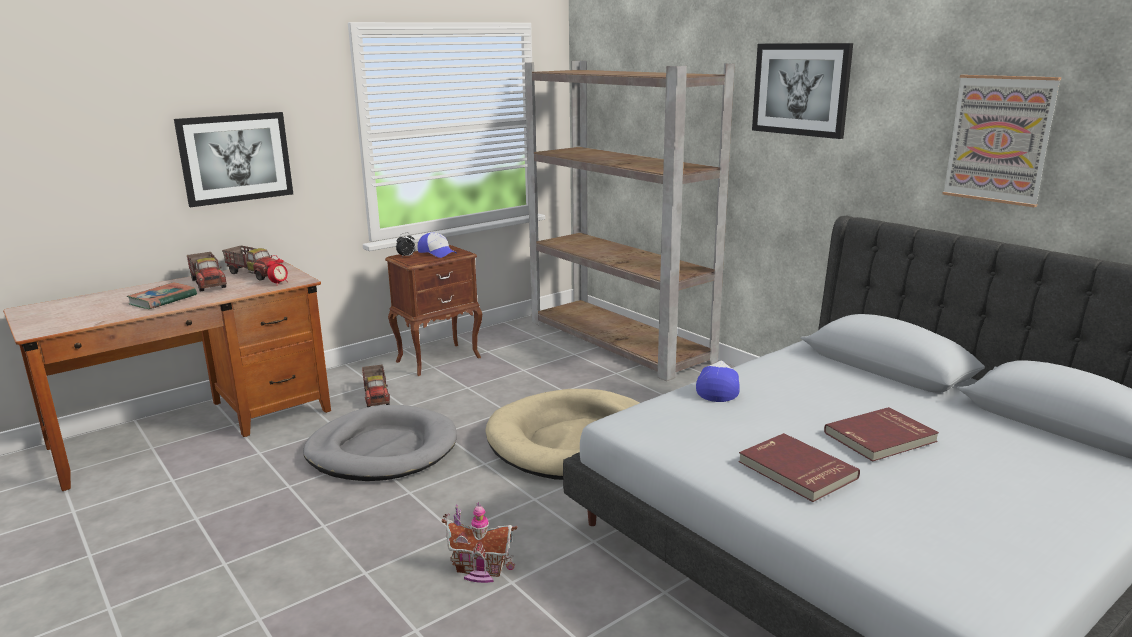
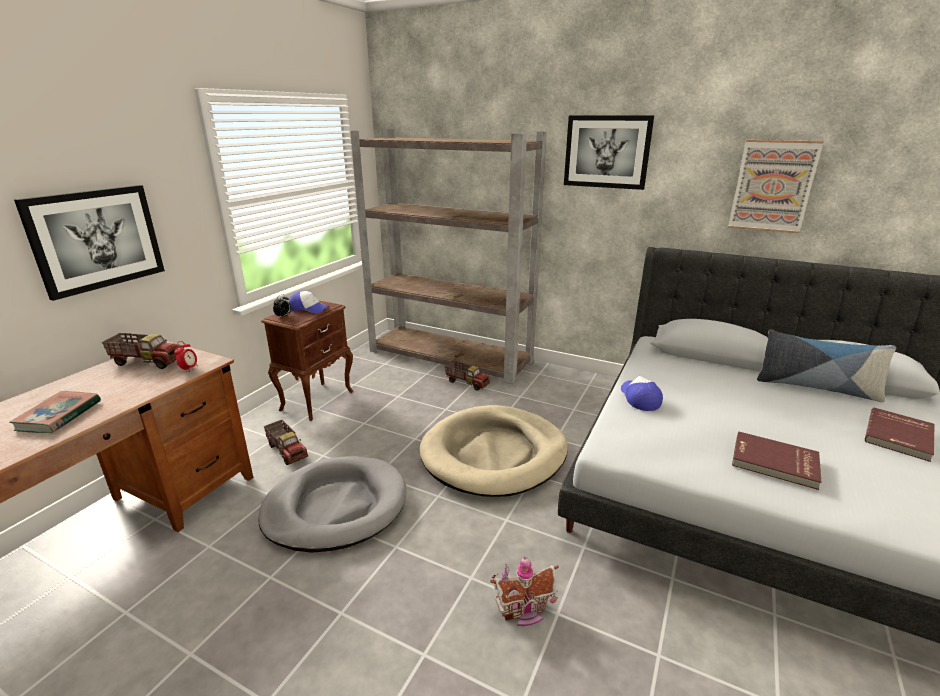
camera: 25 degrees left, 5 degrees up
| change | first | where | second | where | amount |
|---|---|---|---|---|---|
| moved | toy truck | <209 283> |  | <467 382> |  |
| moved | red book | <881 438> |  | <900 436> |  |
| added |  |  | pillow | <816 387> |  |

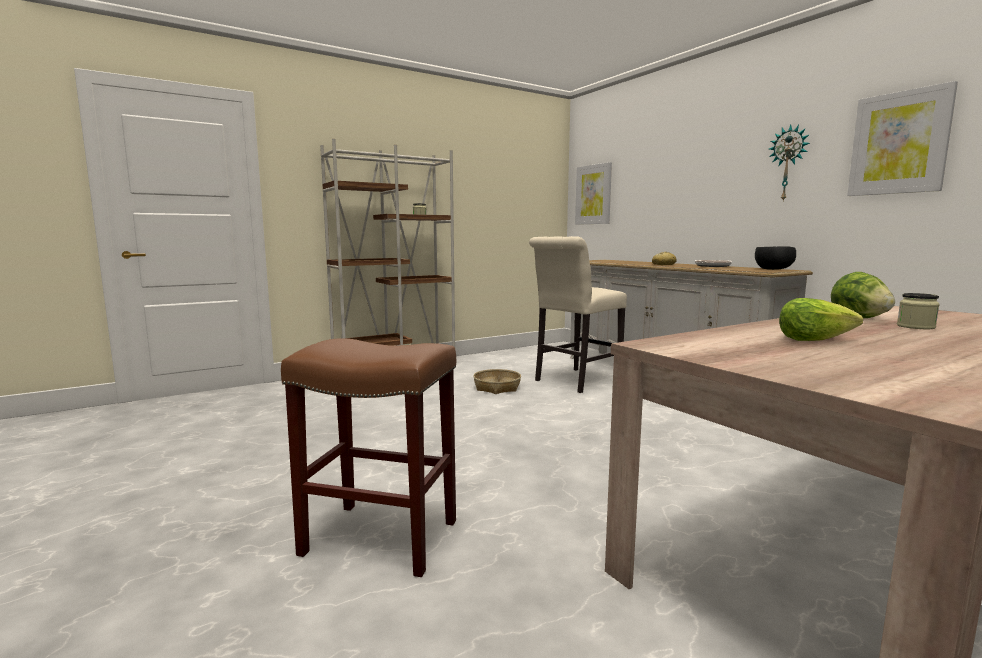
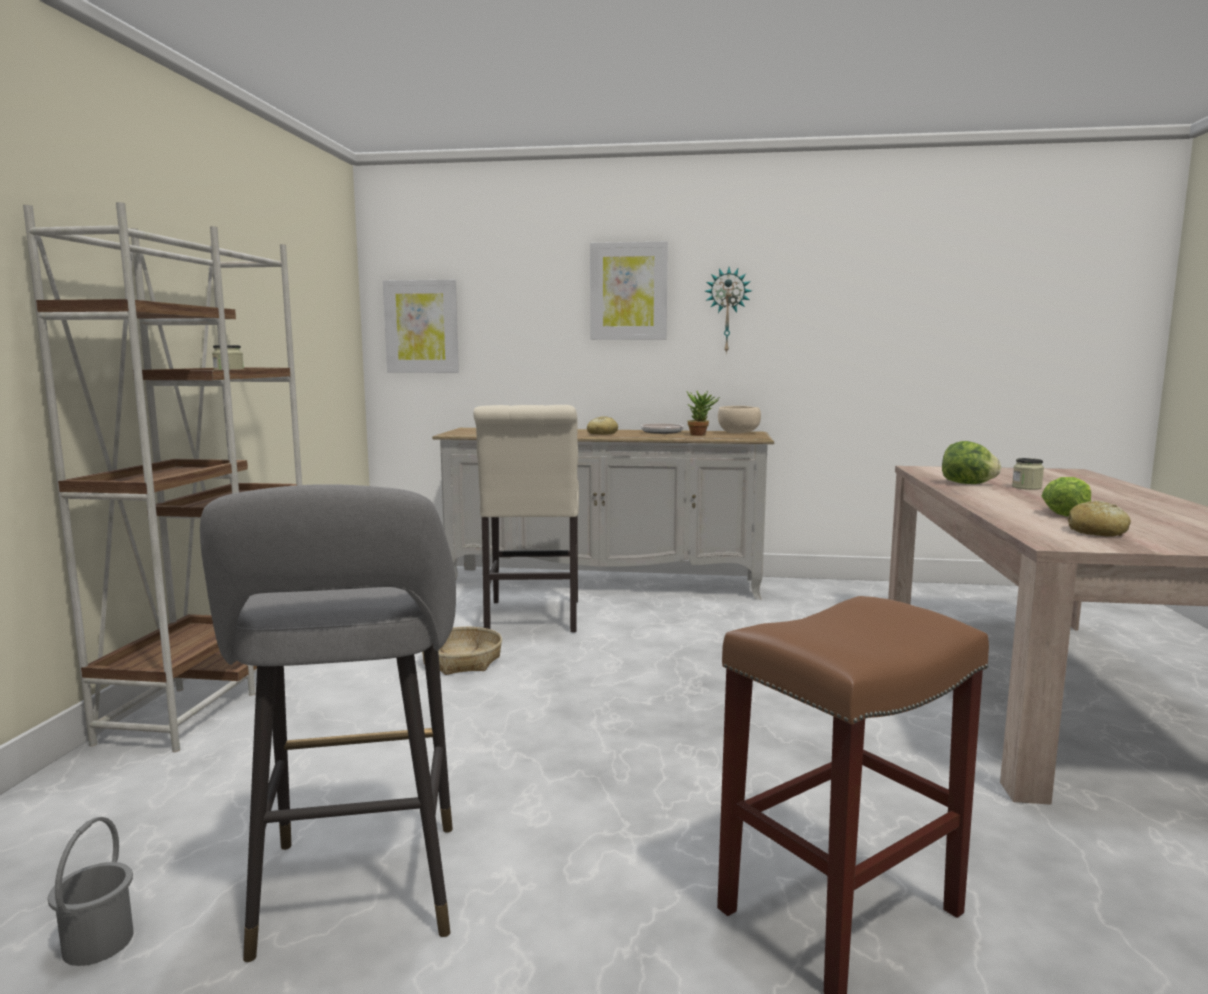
camera: 50 degrees left, 0 degrees up
| change | first | where | second | where | amount |
|---|---|---|---|---|---|
| recoloured | black bowl | <774 269> | beige bowl | <739 433> |  |
| moved | picture | <899 143> |  | <628 291> |  |
| added |  |  | grey bucket | <97 943> |  |
| added |  |  | grey stool | <358 896> |  |
| added |  |  | potted plant | <701 434> |  |
| added |  |  | bread | <1097 532> |  |

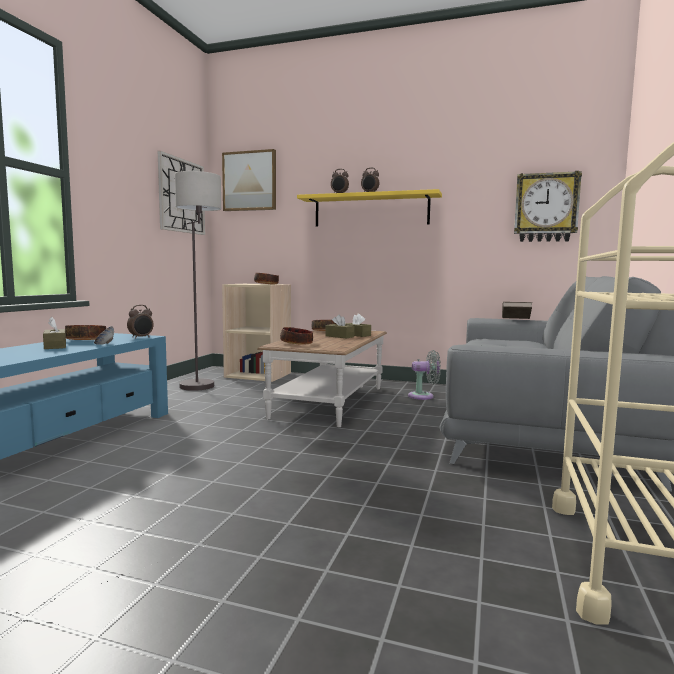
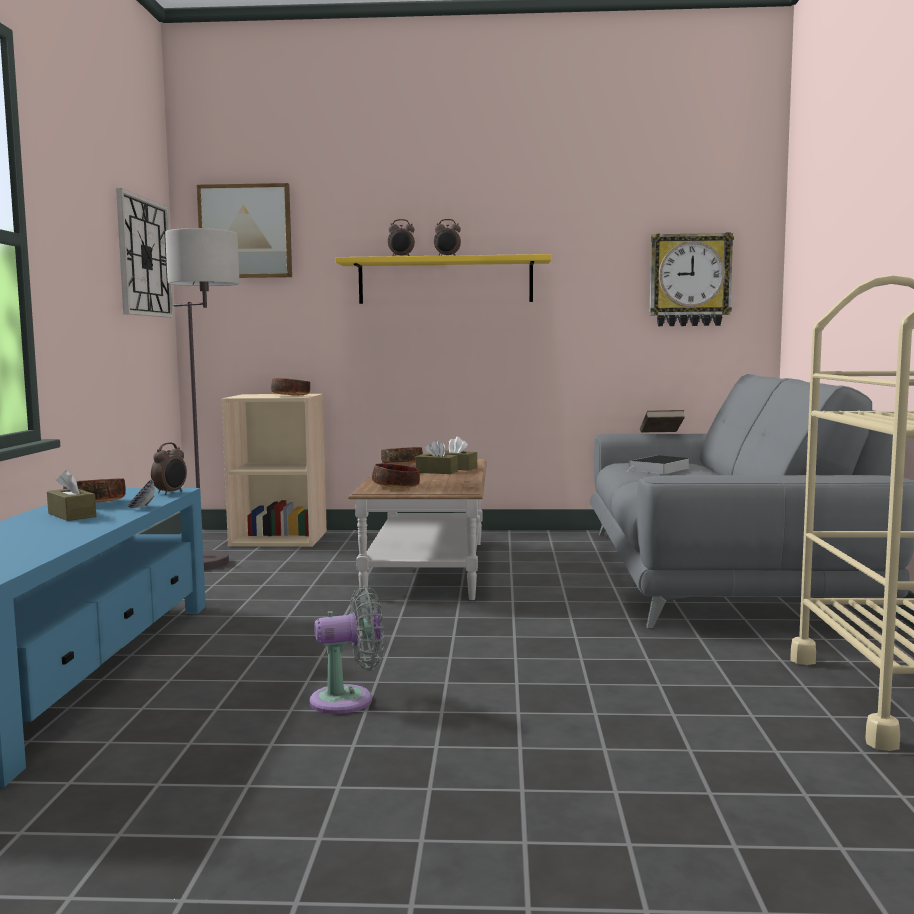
camera: 15 degrees left, 0 degrees up
| change | first | where | second | where | amount |
|---|---|---|---|---|---|
| moved | grey fan | <424 396> |  | <348 700> |  |
| added |  |  | book | <659 469> |  |

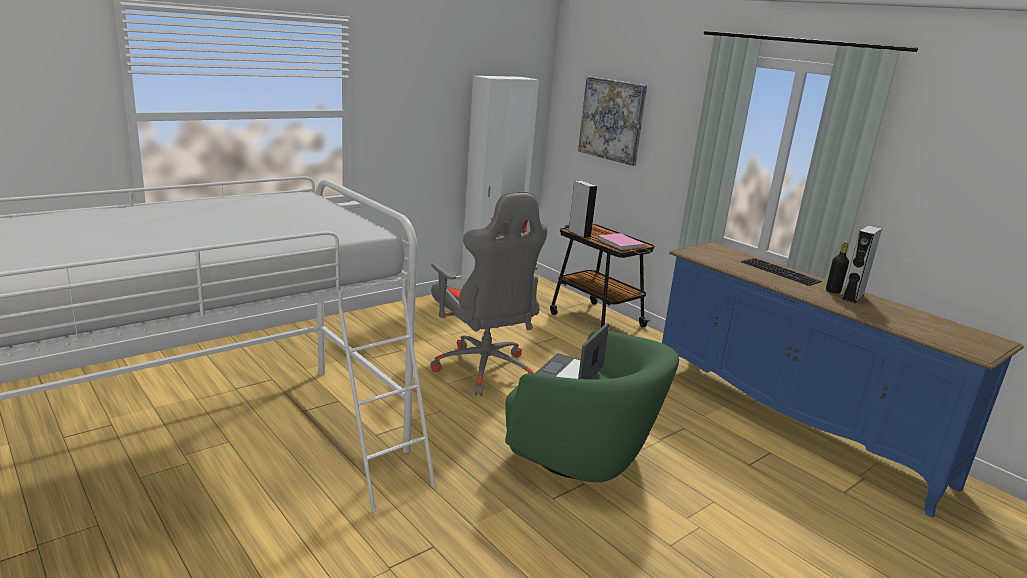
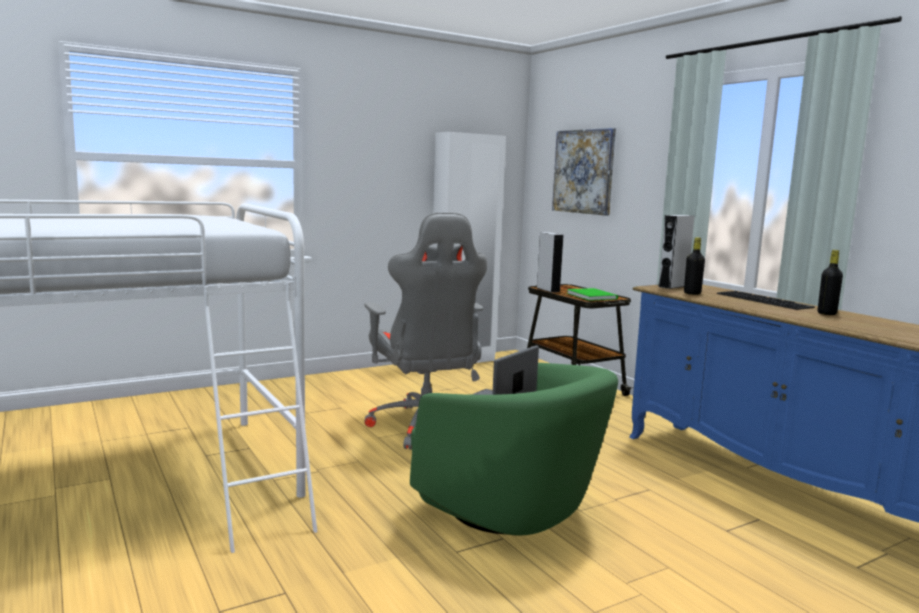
camera: 10 degrees right, 10 degrees down
| change | first | where | second | where | amount |
|---|---|---|---|---|---|
| recoloured | pink book | <620 242> | green book | <591 296> |  |
| moved | grey speaker | <852 297> |  | <673 286> |  |
| added |  |  | black bottle | <692 293> |  |

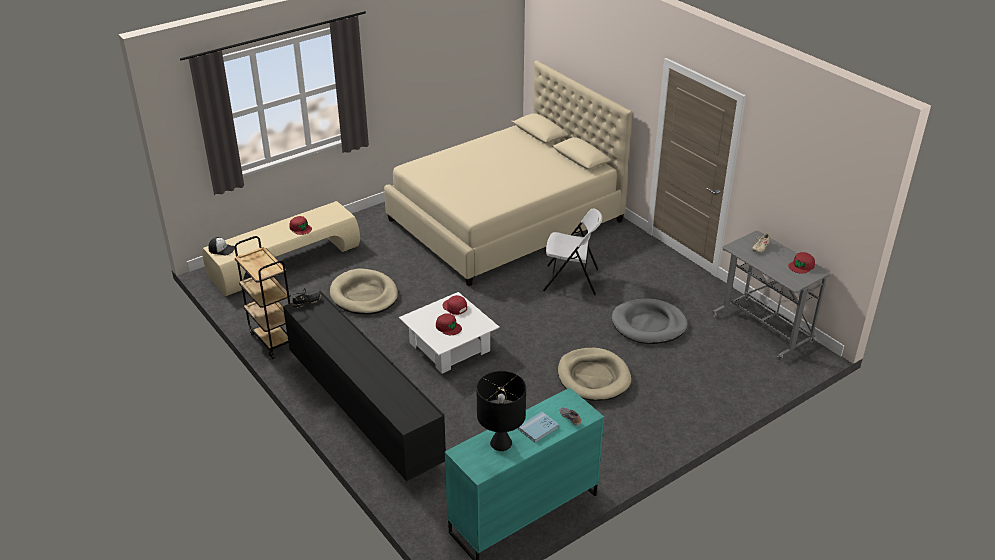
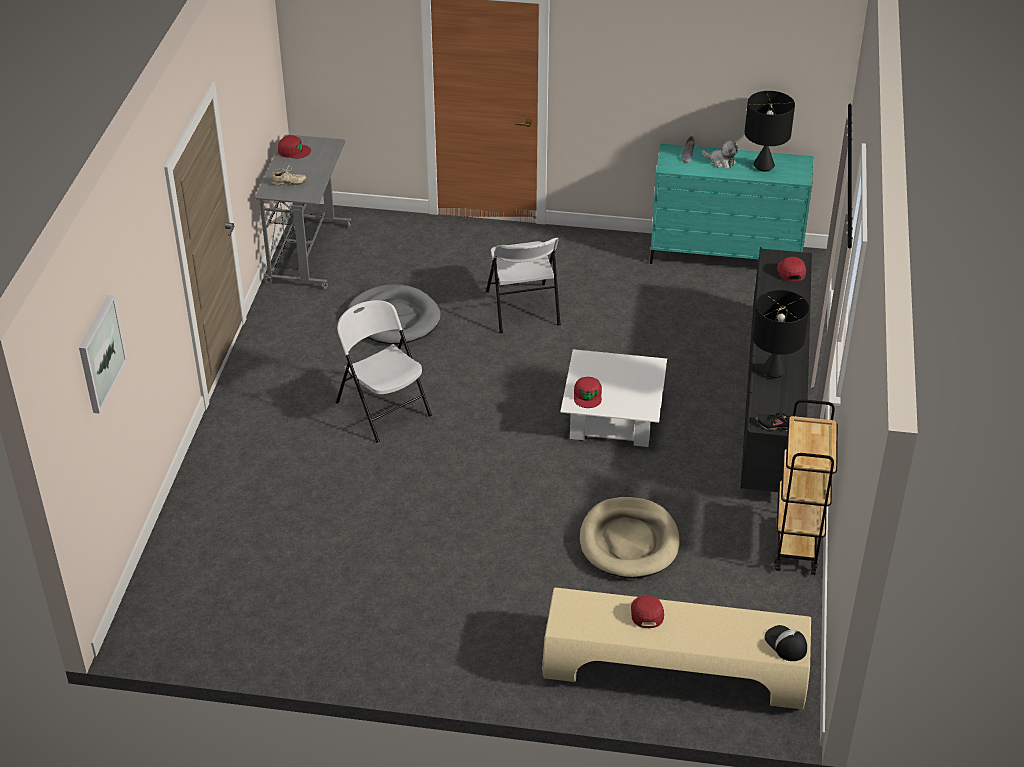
camera: 135 degrees left, 5 degrees up
| change | first | where | second | where | amount |
|---|---|---|---|---|---|
| removed | beige bed | <505 220> |  |  |  |
| moved | red cap | <448 327> |  | <791 271> |  |
| replaced | blue book | <538 428> | plush toy | <721 161> |  |
| replaced | beige dog bed | <593 377> | white chair | <522 308> |  |
| added |  |  | picture | <100 353> |  |
| added |  |  | black table lamp | <773 372> |  |

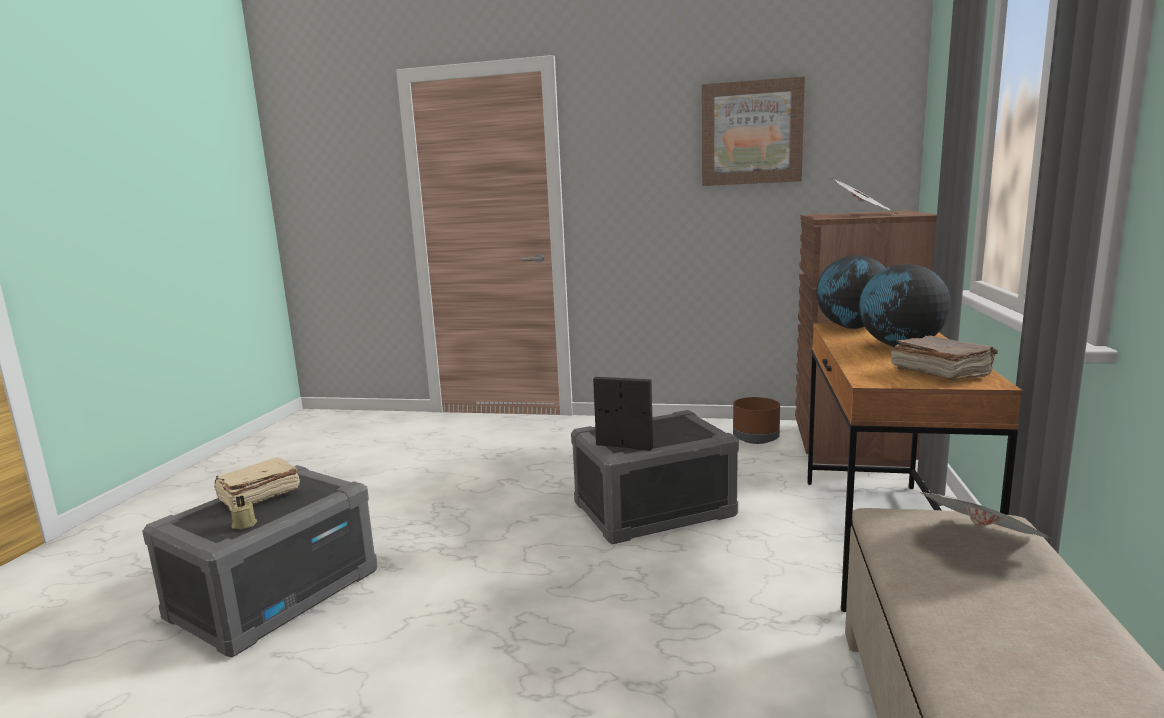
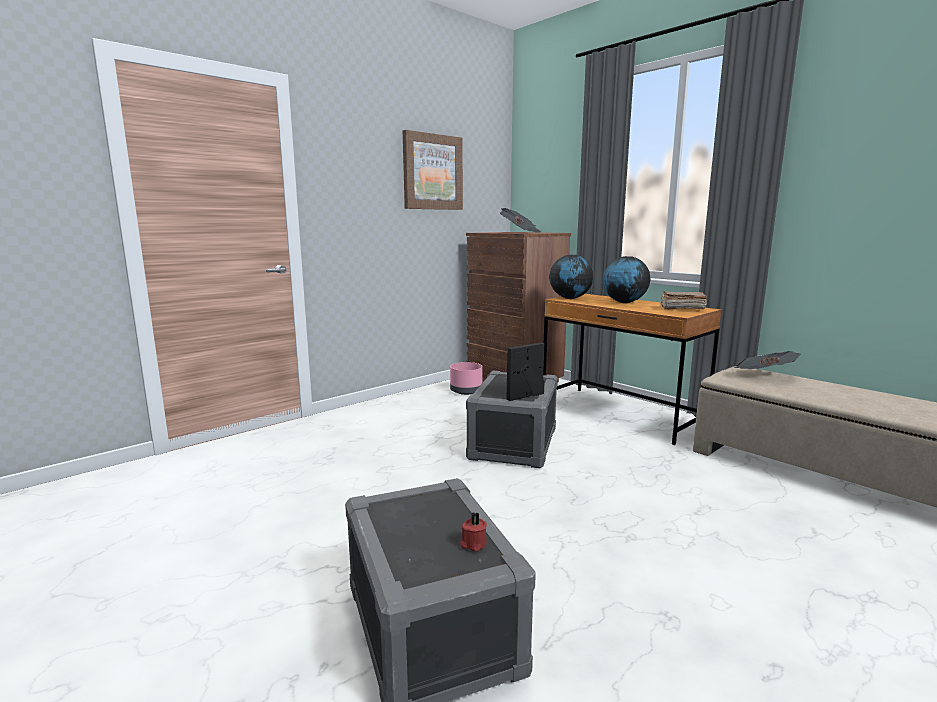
camera: 55 degrees left, 0 degrees up
| change | first | where | second | where | amount |
|---|---|---|---|---|---|
| removed | beige book | <258 496> |  |  |  |
| recoloured | beige candle | <244 524> | red candle | <473 544> |  |
| recoloured | brown planter | <756 438> | pink planter | <466 391> |  |

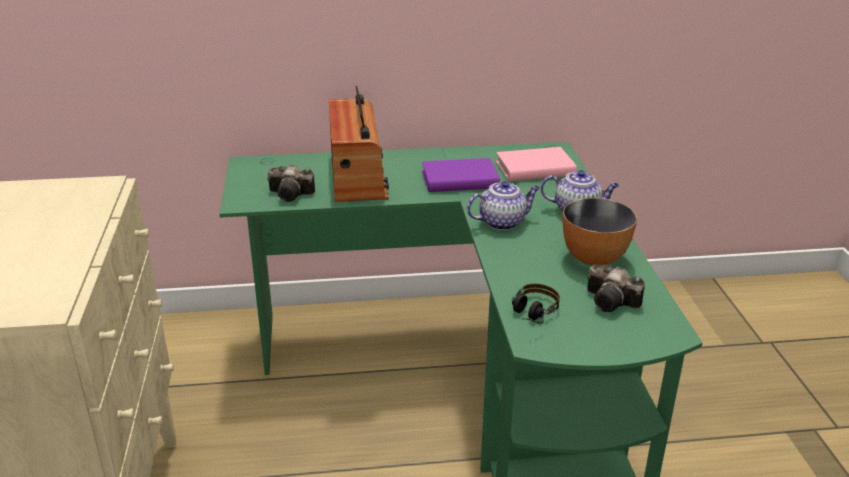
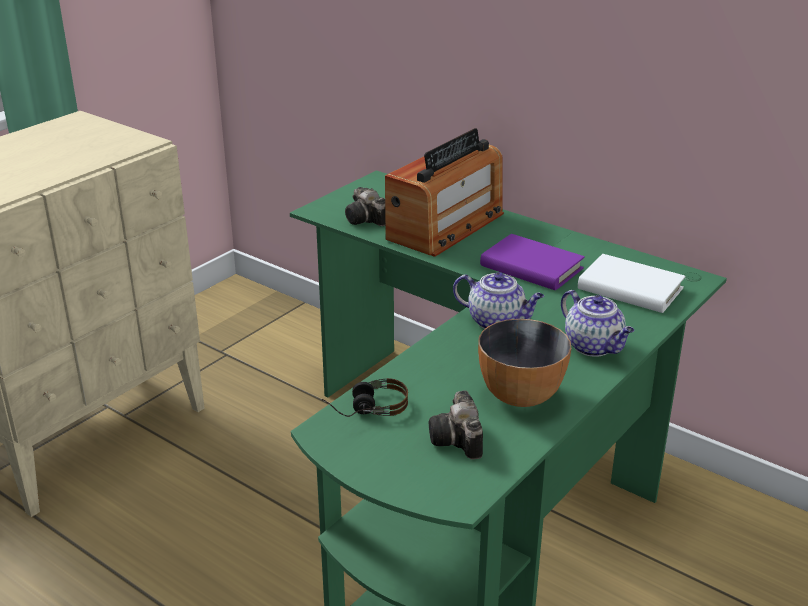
camera: 45 degrees right, 0 degrees up
| change | first | where | second | where | amount |
|---|---|---|---|---|---|
| recoloured | pink book | <535 169> | white book | <630 289> |  |

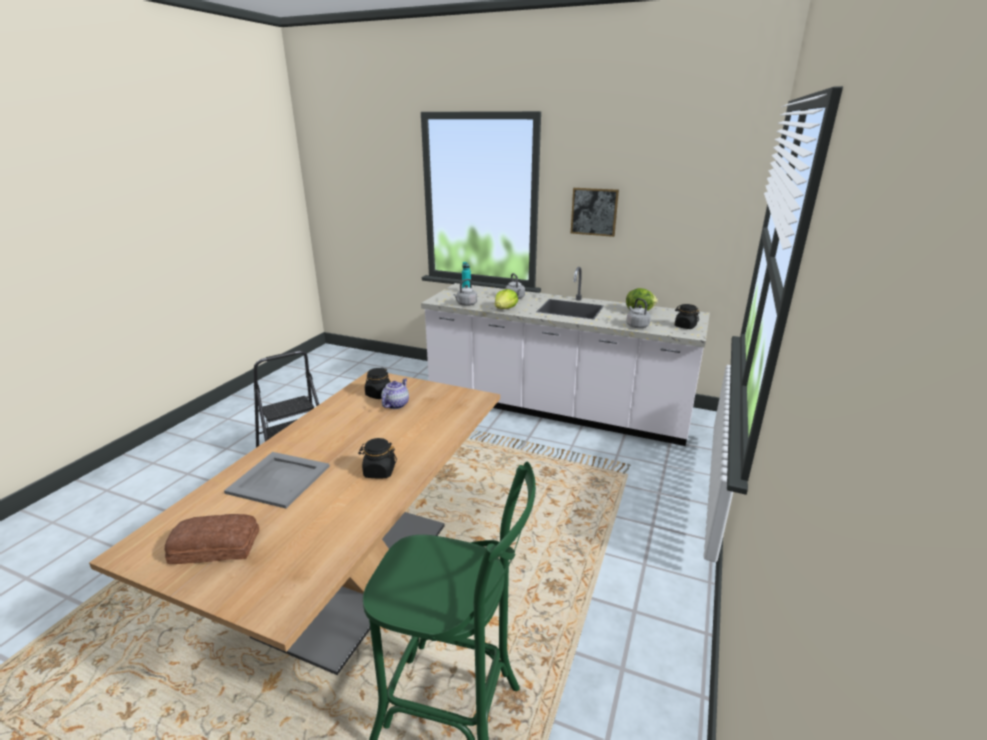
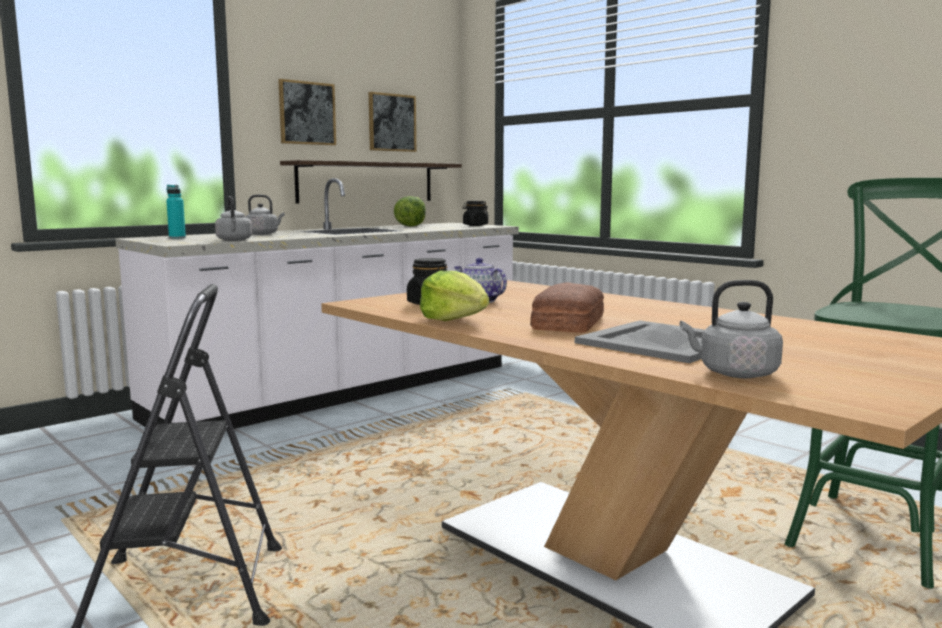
camera: 65 degrees left, 15 degrees down
| change | first | where | second | where | amount |
|---|---|---|---|---|---|
| moved | bread | <215 546> |  | <566 323> |  |
| removed | black jar | <379 471> |  |  |  |
| moved | lettuce | <505 309> |  | <454 319> |  |
| moved | grey kettle | <636 325> |  | <734 373> |  |
| added |  |  | shelf | <367 182> |  |
| added |  |  | picture | <391 122> |  |

